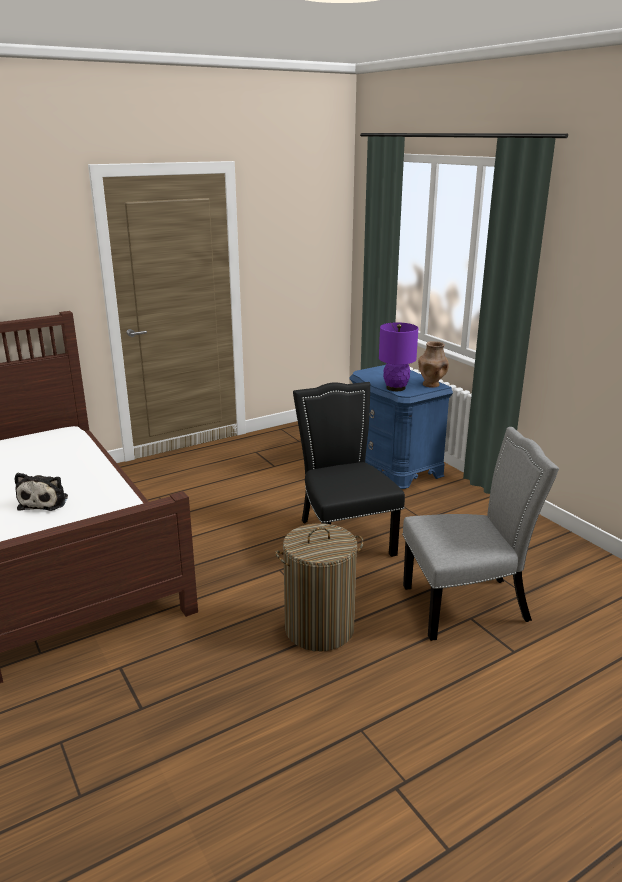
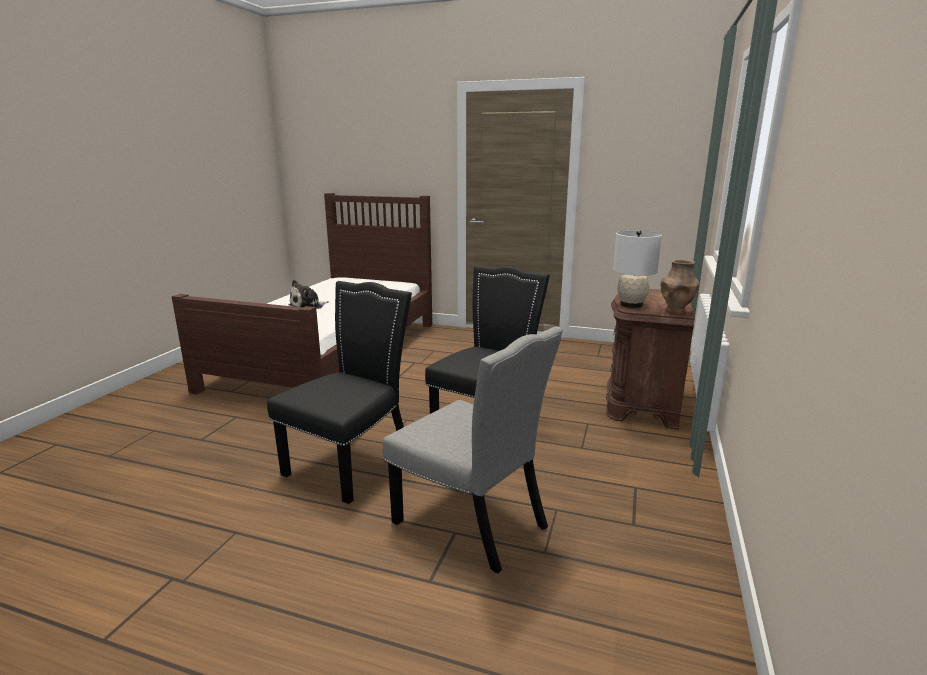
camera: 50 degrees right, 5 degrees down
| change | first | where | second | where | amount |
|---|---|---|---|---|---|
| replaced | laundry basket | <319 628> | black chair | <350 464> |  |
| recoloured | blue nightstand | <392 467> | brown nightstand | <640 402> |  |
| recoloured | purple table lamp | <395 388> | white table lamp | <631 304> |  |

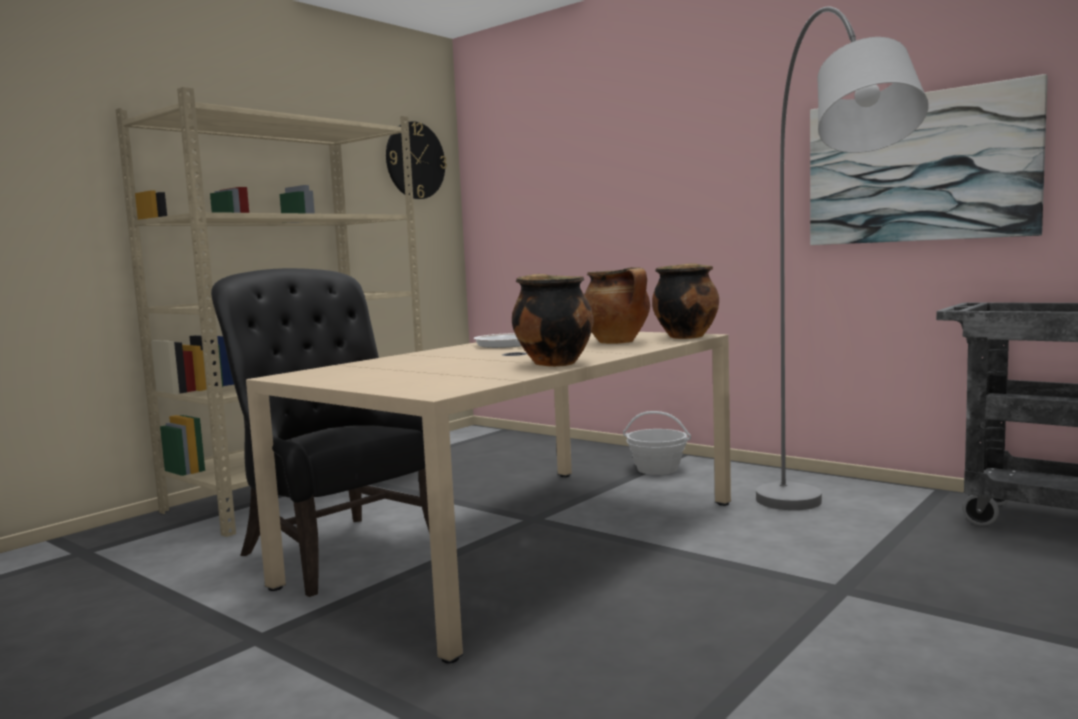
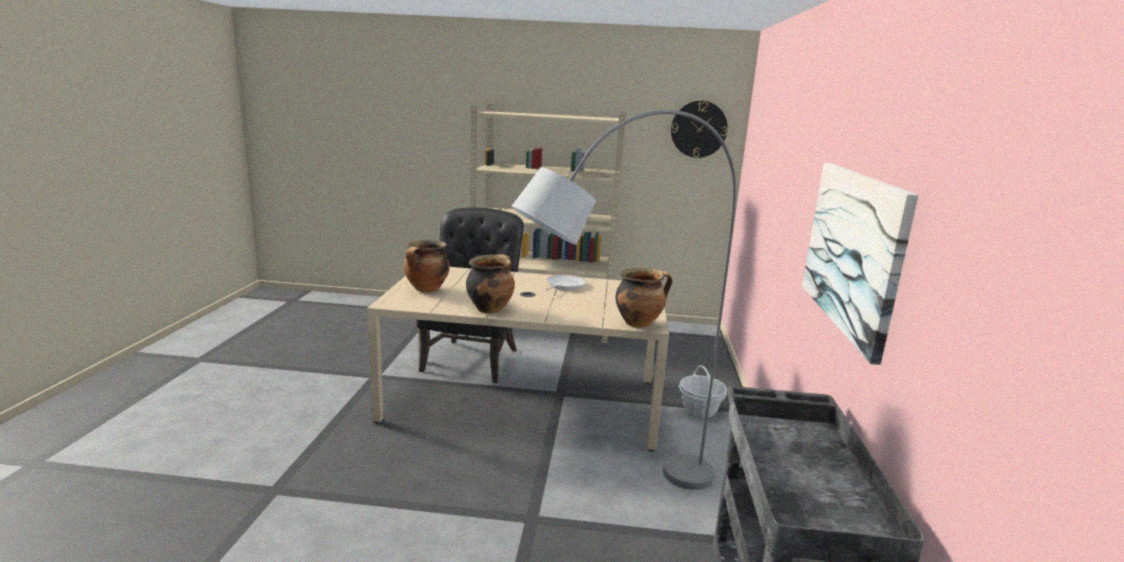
camera: 55 degrees right, 10 degrees up
| change | first | where | second | where | amount |
|---|---|---|---|---|---|
| moved | cooking pot | <618 342> |  | <426 290> |  |

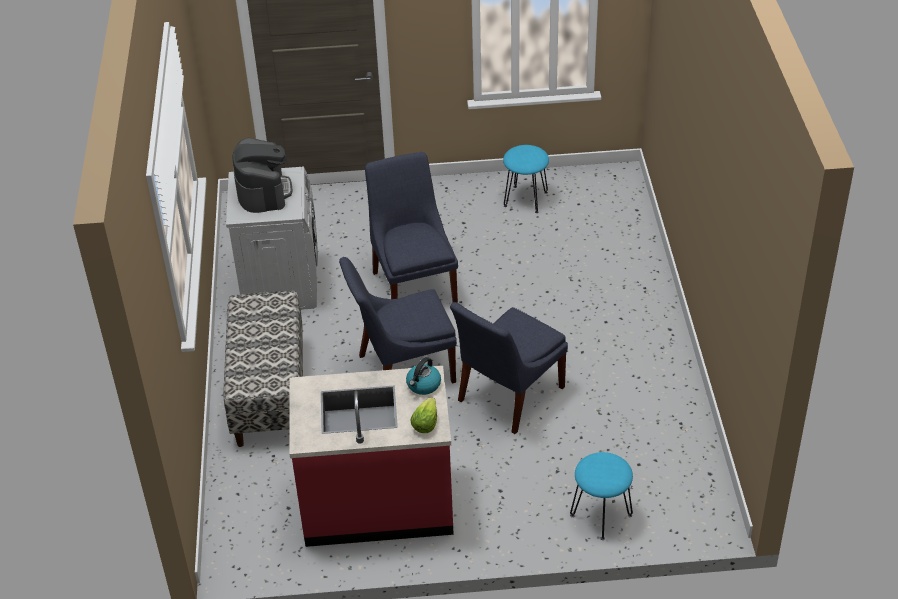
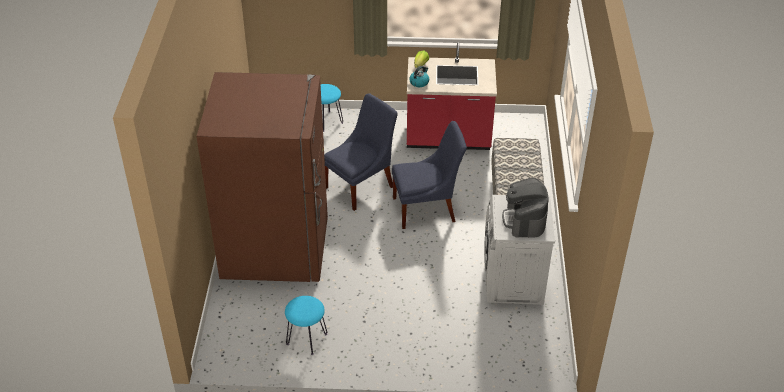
camera: 175 degrees left, 0 degrees up
| change | first | where | second | where | amount |
|---|---|---|---|---|---|
| removed | blue chair | <414 284> |  |  |  |
| added |  |  | brown fridge | <275 248> |  |

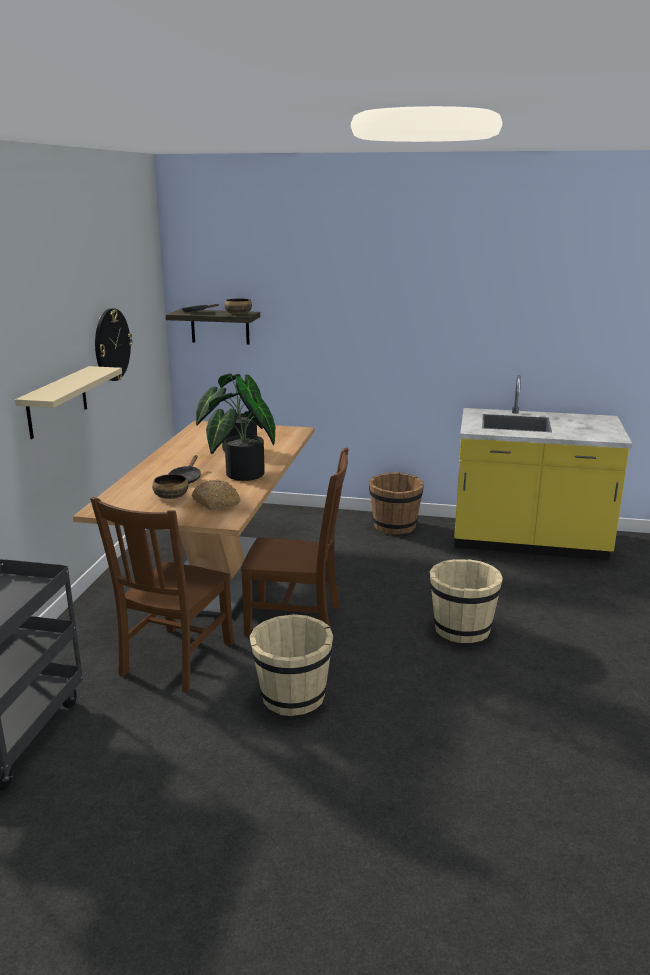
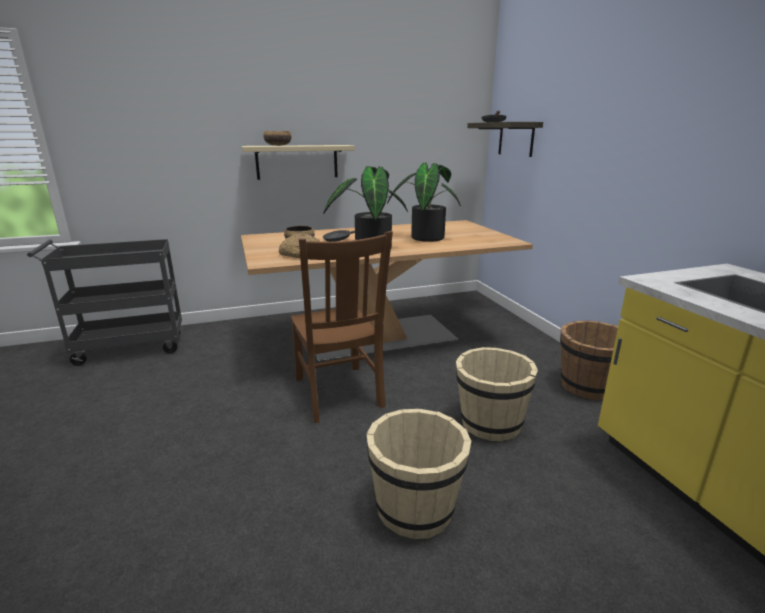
camera: 60 degrees right, 0 degrees up
| change | first | where | second | where | amount |
|---|---|---|---|---|---|
| removed | brown chair | <175 660> |  |  |  |
| removed | wall clock | <112 345> |  |  |  |
| moved | bowl | <238 314> |  | <277 145> |  |
| moved | beige bucket | <292 697> |  | <490 423> |  |

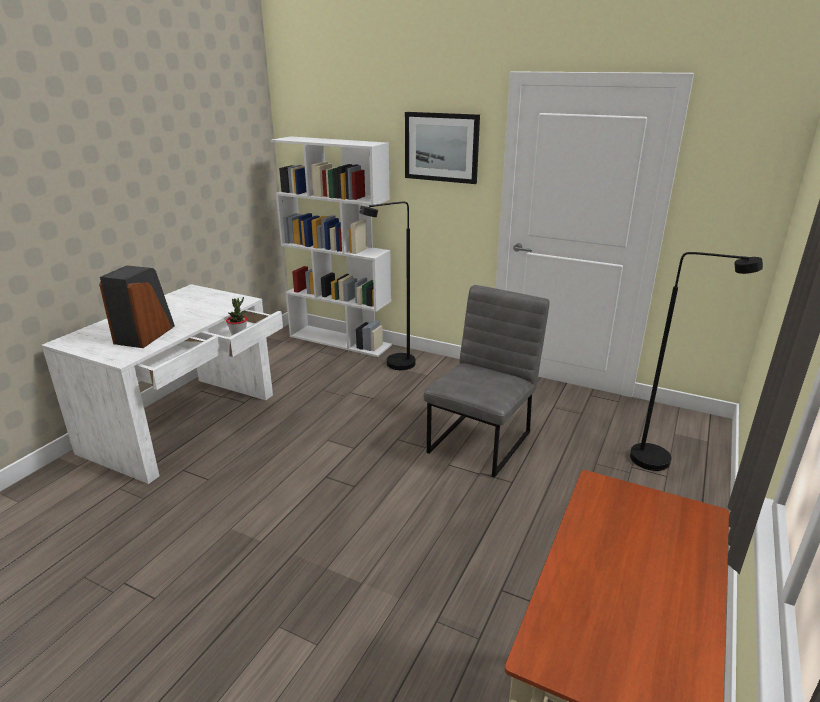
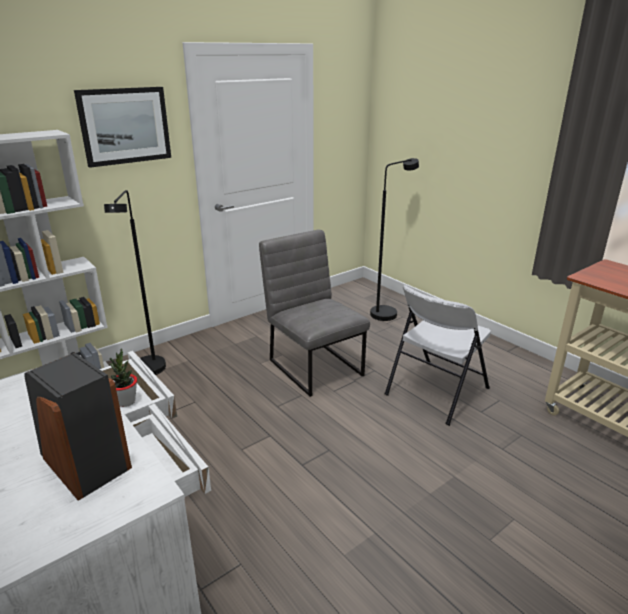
camera: 65 degrees left, 0 degrees up
| change | first | where | second | where | amount |
|---|---|---|---|---|---|
| added |  |  | white chair | <437 391> |  |

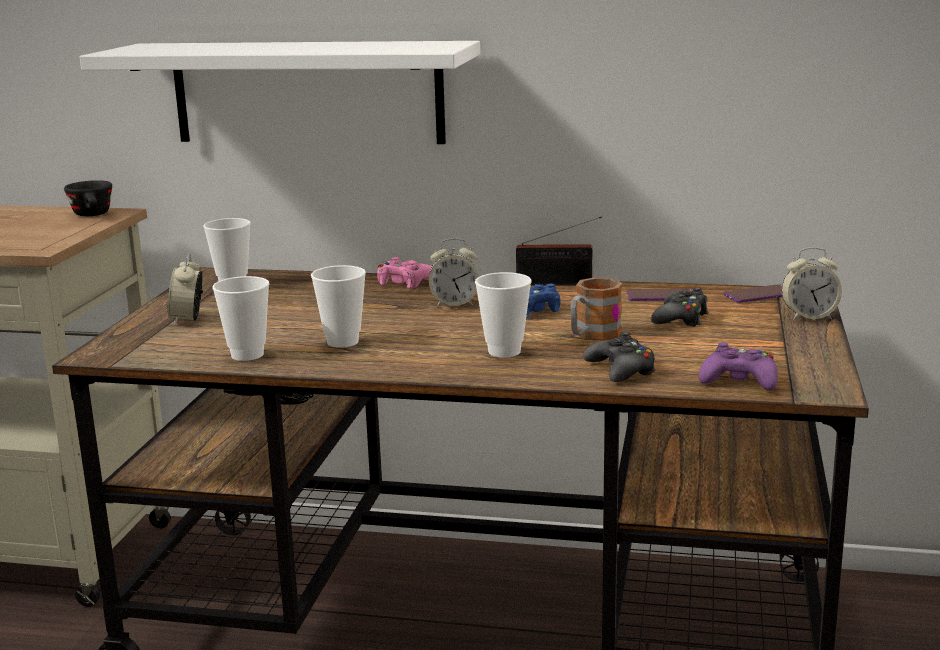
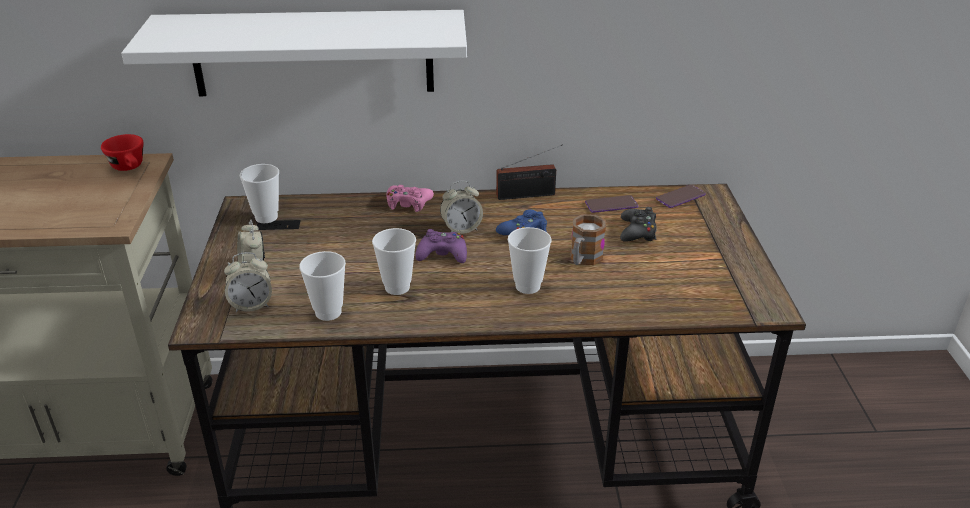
camera: 15 degrees left, 15 degrees up
| change | first | where | second | where | amount |
|---|---|---|---|---|---|
| recoloured | black cup | <93 215> | red cup | <130 168> |  |
| removed | black game controller | <621 370> |  |  |  |
| moved | purple game controller | <739 381> |  | <442 254> |  |
| moved | alarm clock | <809 317> |  | <251 305> |  |

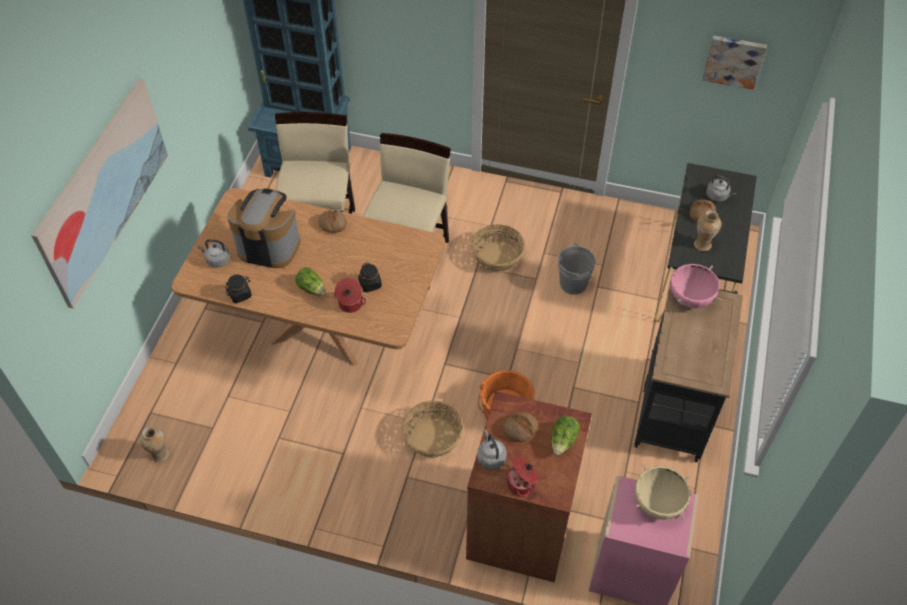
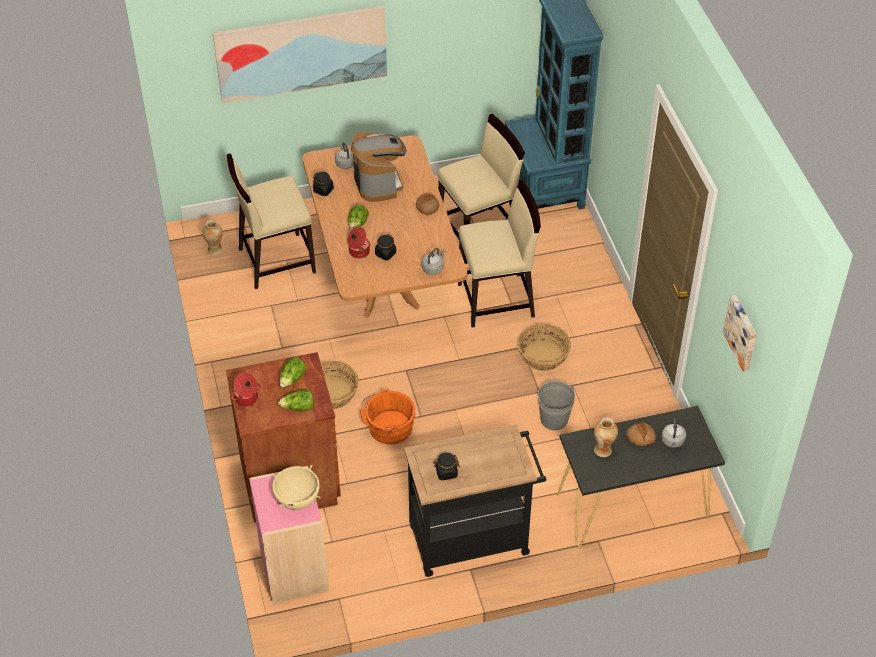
camera: 60 degrees right, 5 degrees down
| change | first | where | second | where | amount |
|---|---|---|---|---|---|
| moved | grey kettle | <490 457> |  | <433 268> |  |
| replaced | bread | <520 429> | lettuce | <292 379> |  |
| removed | pink cooking pot | <690 298> |  |  |  |
| added |  |  | beige chair | <276 260> |  |
| added |  |  | black jar | <446 472> |  |

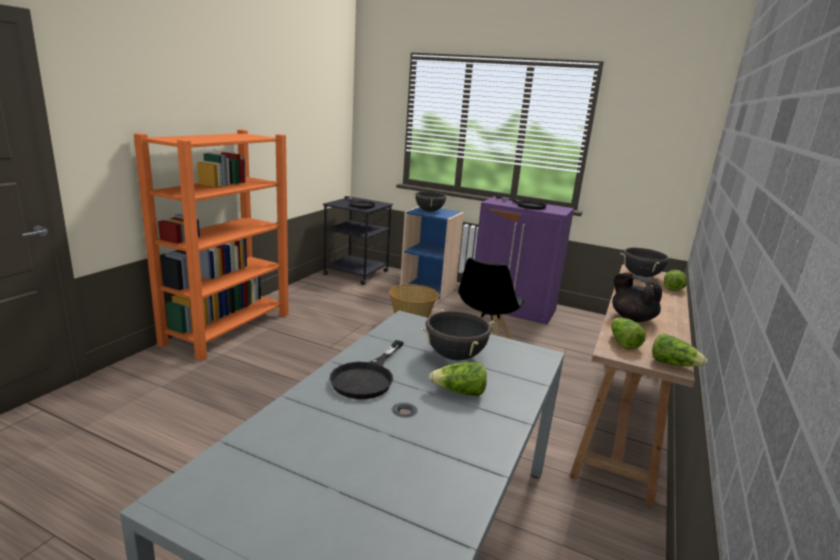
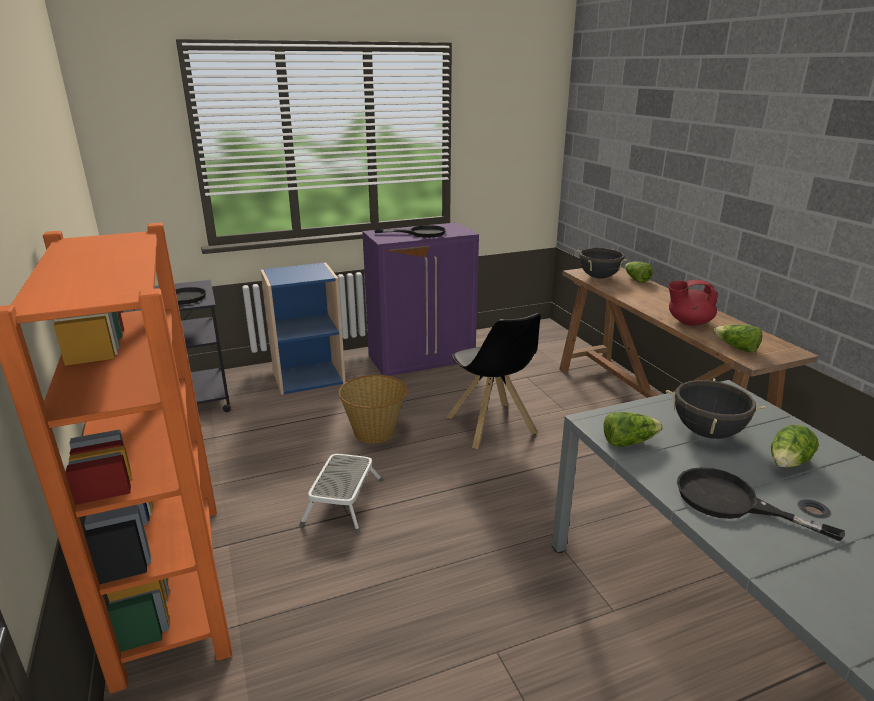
camera: 45 degrees left, 5 degrees up
| change | first | where | second | where | amount |
|---|---|---|---|---|---|
| turned | black frying pan | <367 377> |  | <731 502> | 150 degrees clockwise |
| removed | black cooking pot | <429 211> |  |  |  |
| recoloured | black teapot | <631 318> | red teapot | <688 322> |  |
| moved | lettuce | <673 364> |  | <628 441> |  |
| added |  |  | grey step ladder | <344 502> |  |

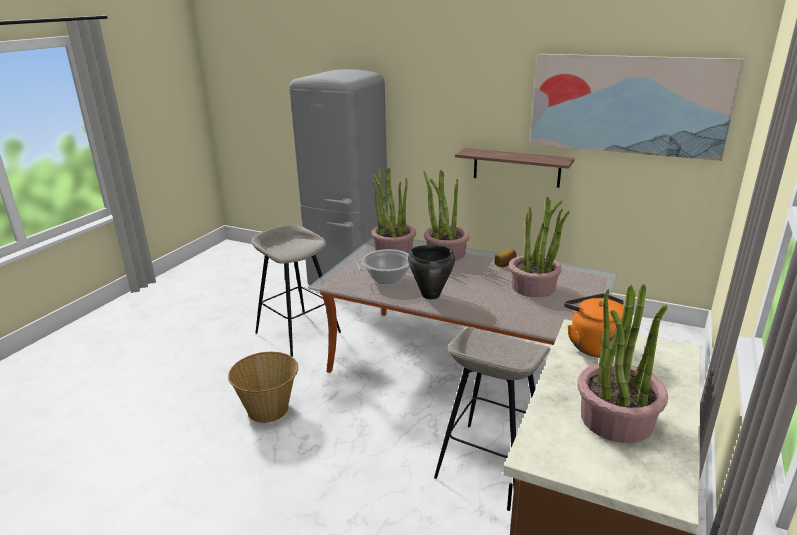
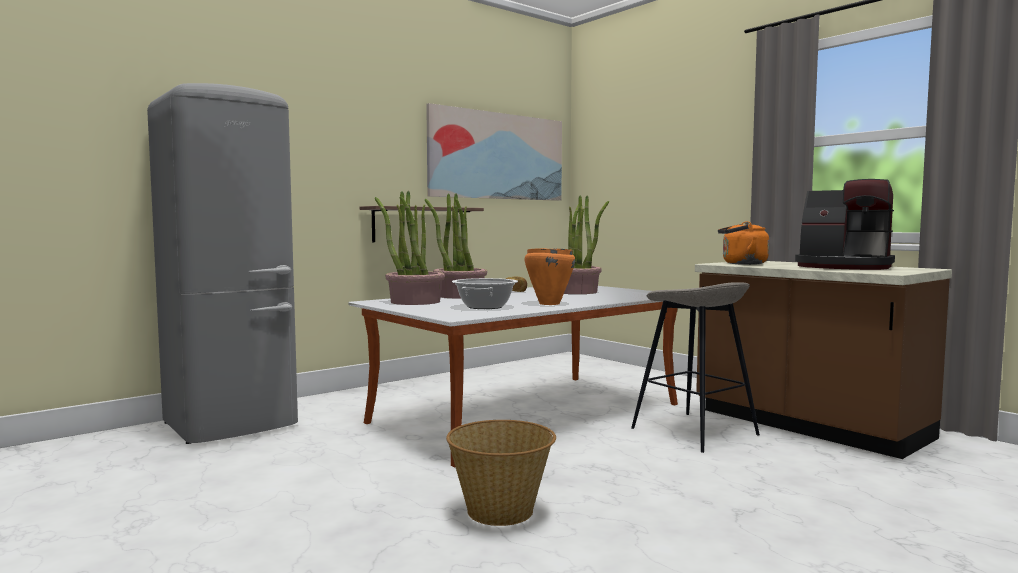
camera: 65 degrees left, 20 degrees down
| change | first | where | second | where | amount |
|---|---|---|---|---|---|
| removed | grey stool | <298 332> |  |  |  |
| recoloured | black cooking pot | <430 295> | orange cooking pot | <549 304> |  |
| replaced | potted plant | <616 419> | coffee machine | <844 267> |  |

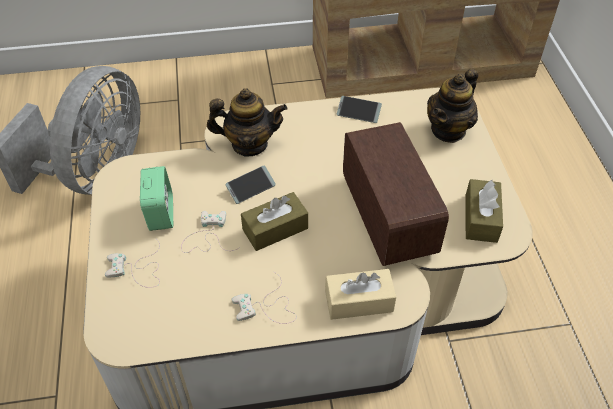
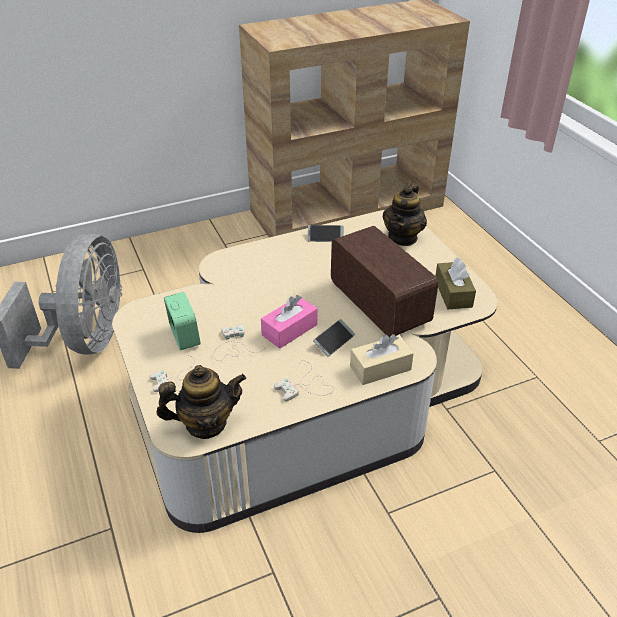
camera: 15 degrees left, 10 degrees down
| change | first | where | second | where | amount |
|---|---|---|---|---|---|
| moved | teapot | <249 144> |  | <206 424> |  |
| moved | phone | <251 188> |  | <334 341> |  |
| recoloured | brown tissue box | <275 229> | pink tissue box | <289 330> |  |

